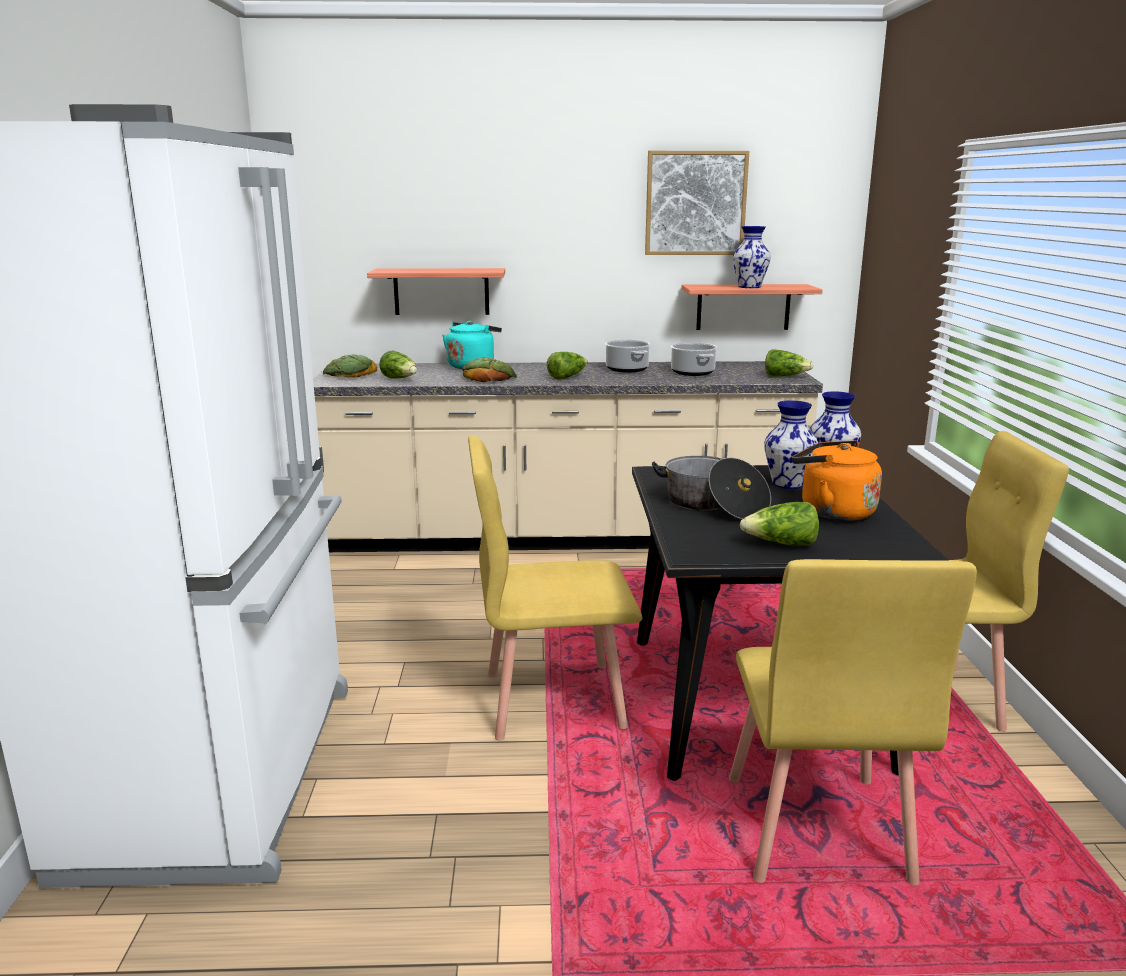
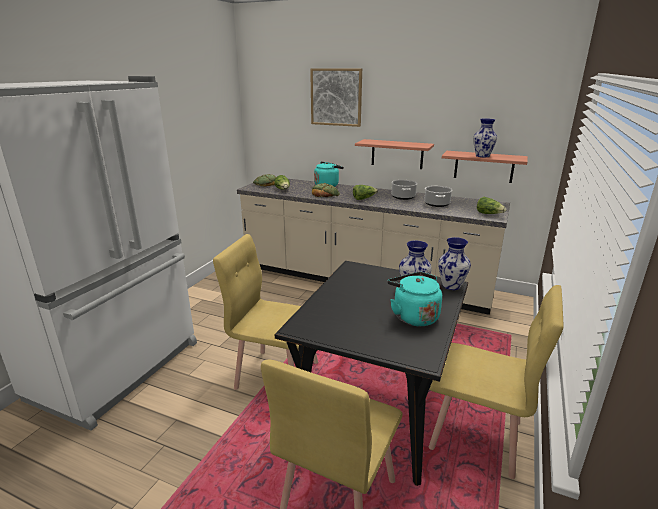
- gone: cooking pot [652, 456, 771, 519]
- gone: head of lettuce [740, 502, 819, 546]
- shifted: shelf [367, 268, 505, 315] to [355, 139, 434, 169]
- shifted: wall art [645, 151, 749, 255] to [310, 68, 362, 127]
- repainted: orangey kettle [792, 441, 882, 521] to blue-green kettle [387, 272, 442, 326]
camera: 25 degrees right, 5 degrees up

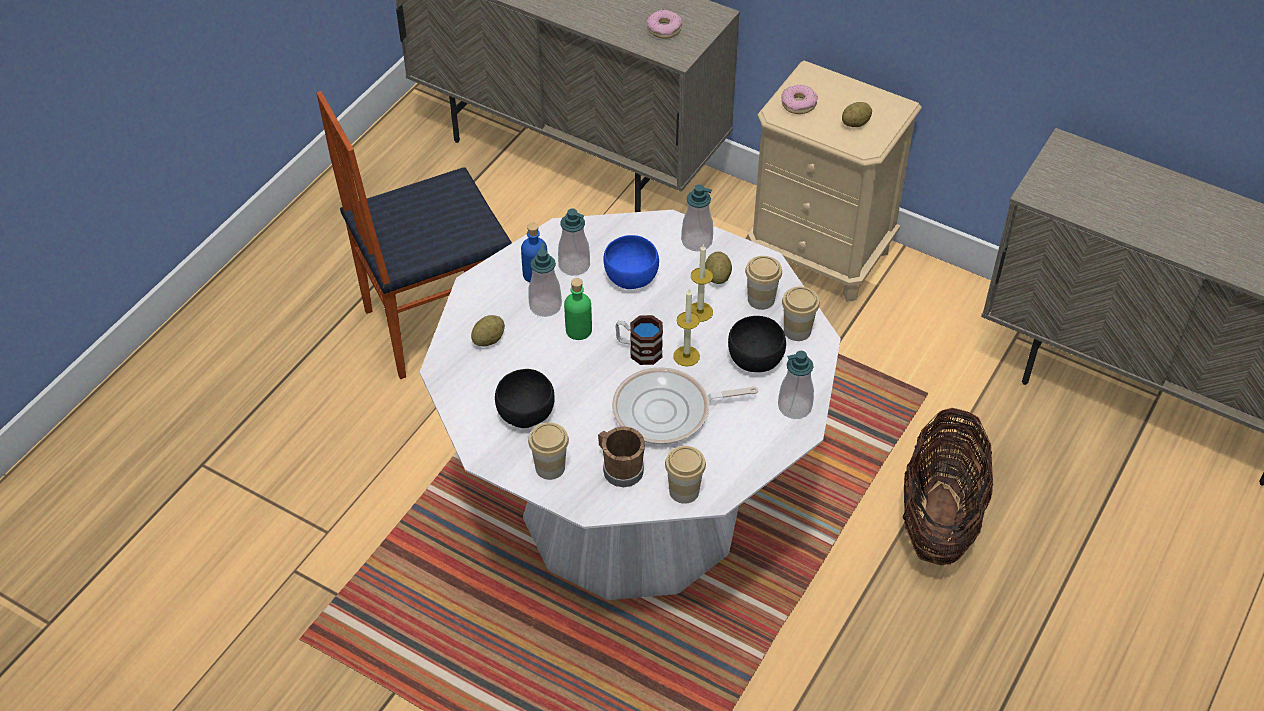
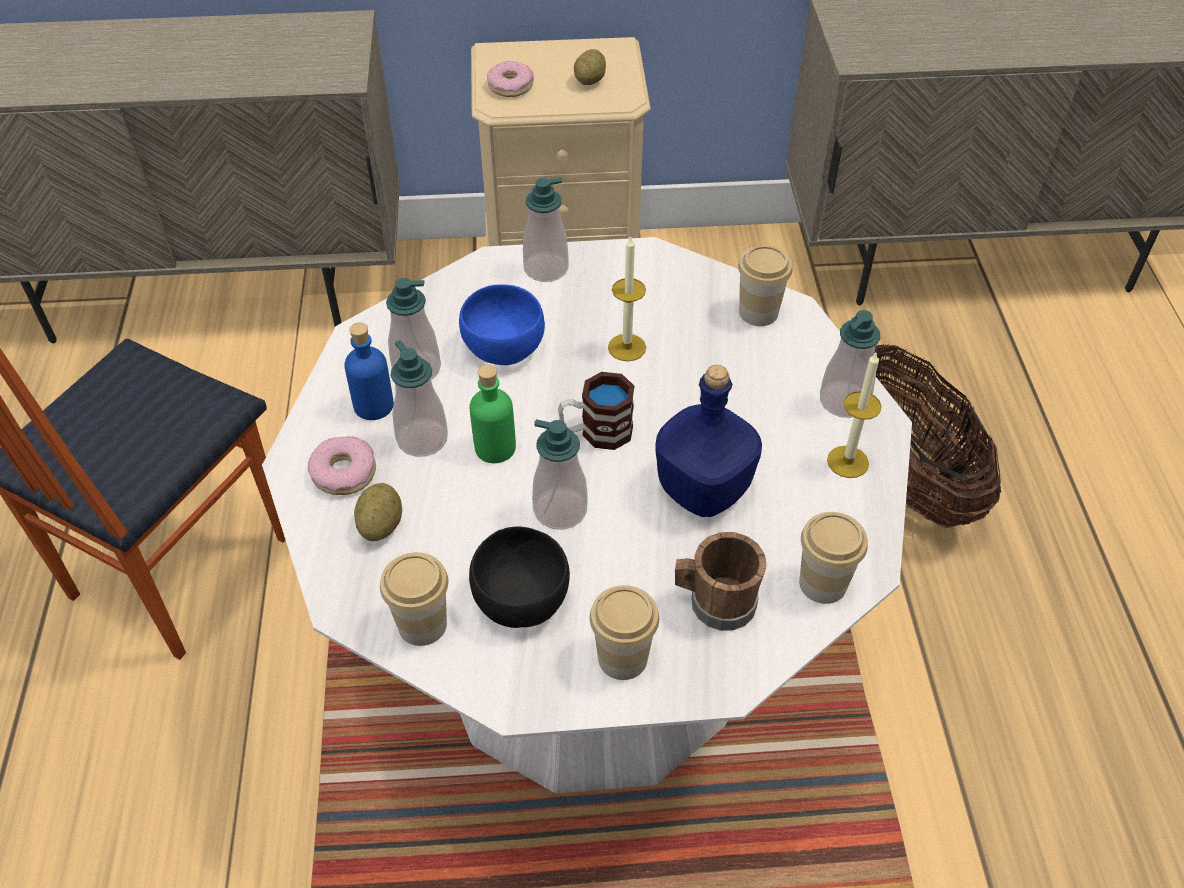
- gone: whole potato [705, 251, 732, 284]
- gone: blackish deep dish [728, 316, 786, 372]
- new: soap bottle [532, 419, 587, 530]
- shifted: donut [647, 10, 682, 39] to [308, 436, 376, 495]
- shifted: wax light [673, 288, 700, 366] to [827, 351, 882, 478]
- shifted: cup [745, 256, 782, 310] to [380, 552, 449, 646]
- swapped: skillet [612, 367, 758, 445] to blue bottle [655, 365, 762, 517]
camera: 35 degrees left, 0 degrees up

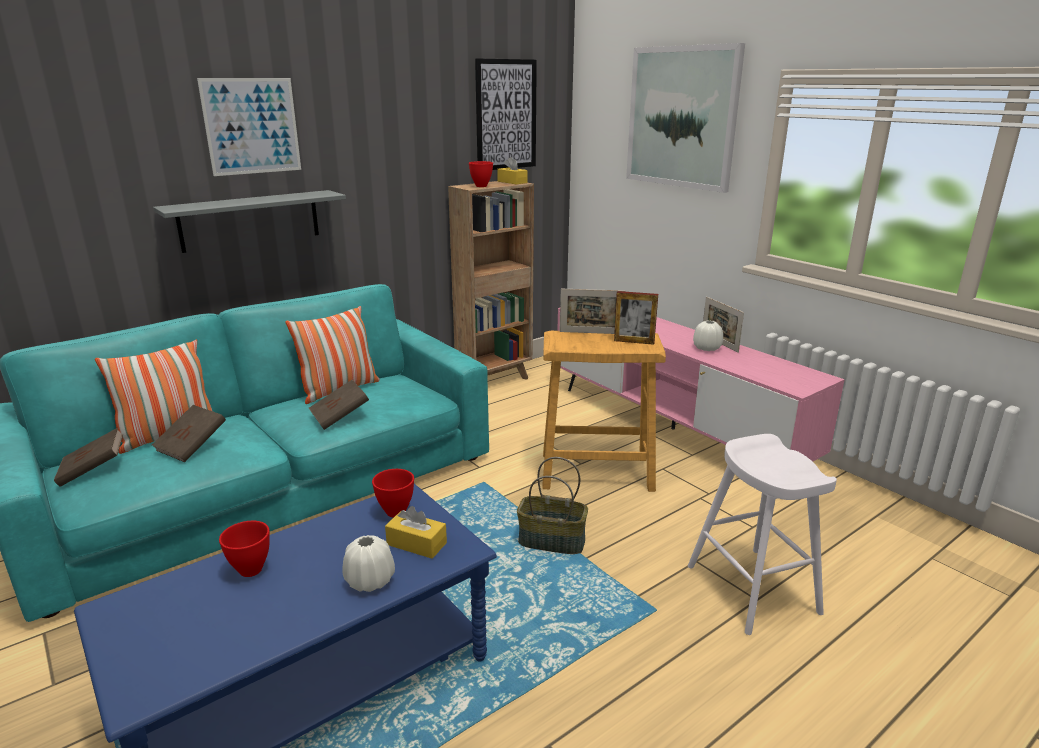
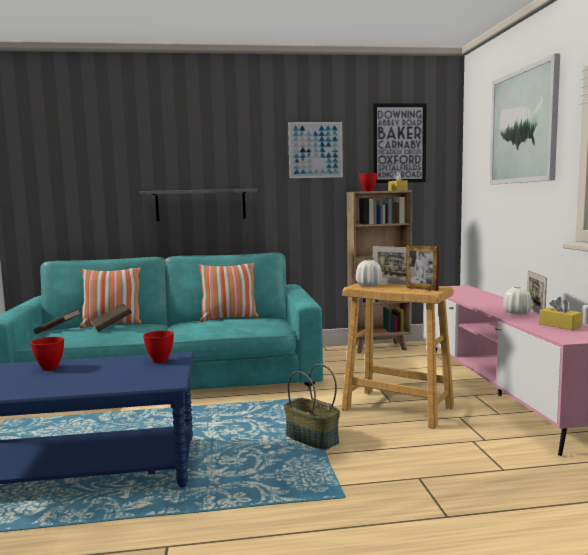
- gone: brown book [309, 380, 369, 430]
- gone: white-coloured stool [688, 434, 837, 635]
- shifted: wall art [197, 78, 301, 176] to [288, 122, 343, 178]
- shifted: white-coloured flower vase [342, 535, 395, 592] to [356, 260, 382, 286]
- shifted: yellowish tissue holder [385, 506, 447, 559] to [539, 297, 583, 330]
camera: 30 degrees right, 15 degrees down

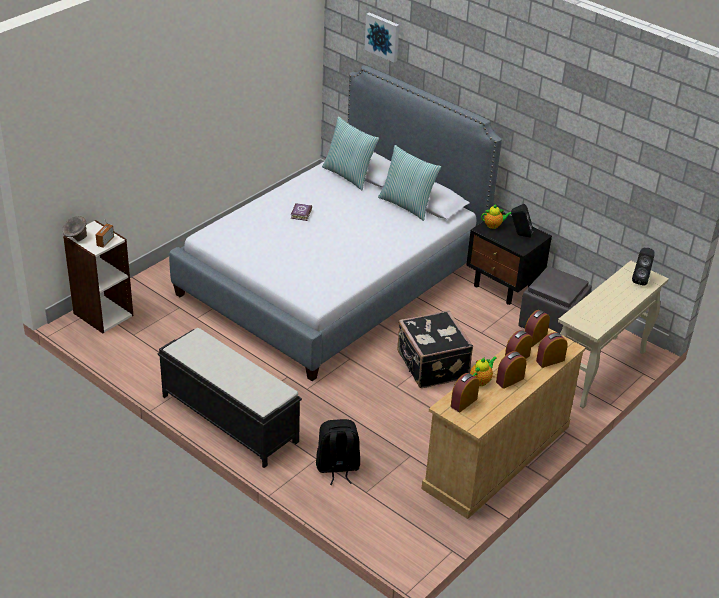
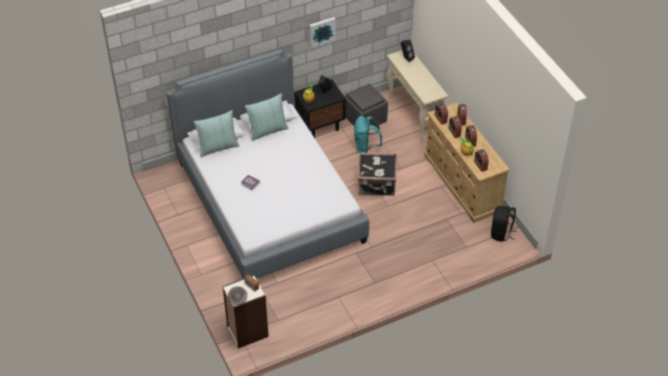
- gone: blackish indoor bench [158, 328, 302, 468]
- new: blue-green knapsack [354, 116, 382, 153]
- shifted: blackish knapsack [316, 419, 360, 485] to [491, 206, 517, 242]
- shifted: wall art [364, 12, 399, 62] to [310, 17, 336, 47]
camera: 65 degrees left, 10 degrees up

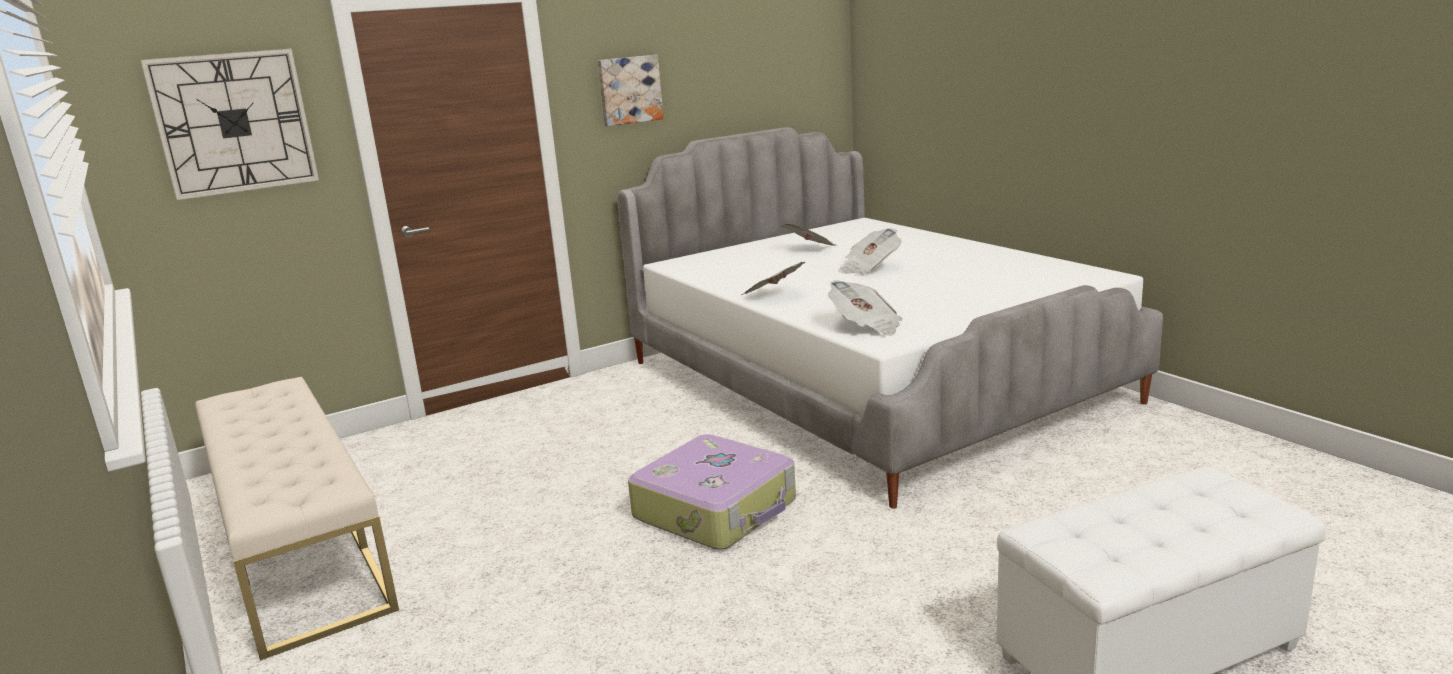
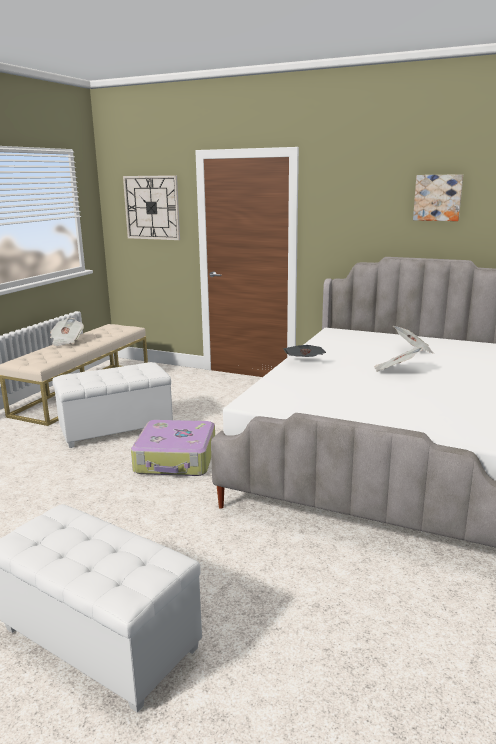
- new: white-coloured footrest [52, 362, 173, 448]
- shifted: wall art [598, 55, 664, 126] to [413, 174, 463, 221]
- shifted: printed paper [828, 280, 903, 336] to [50, 318, 84, 346]
camera: 55 degrees right, 0 degrees up

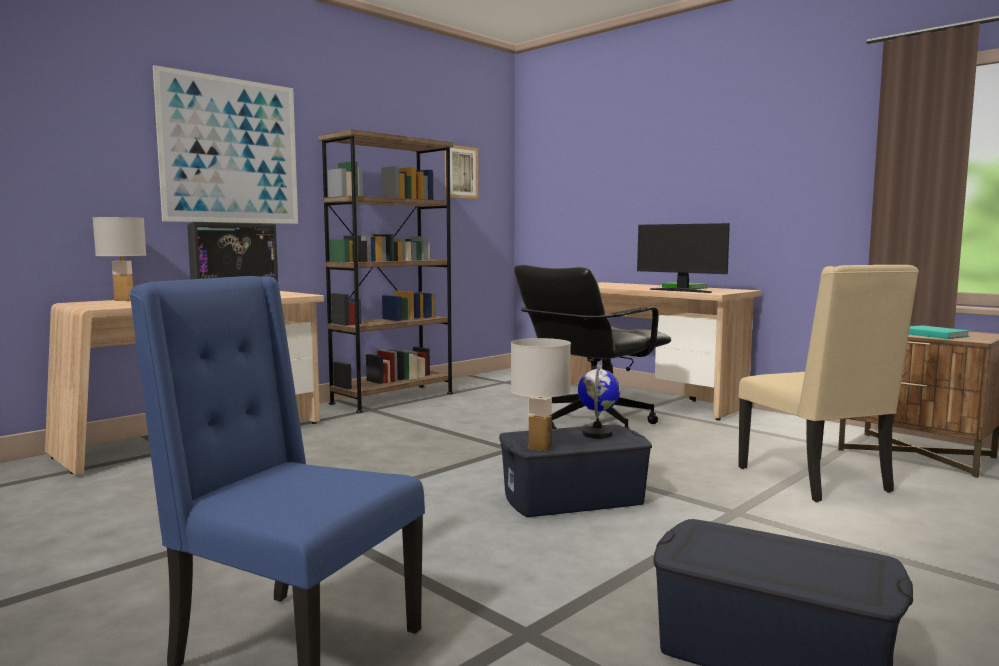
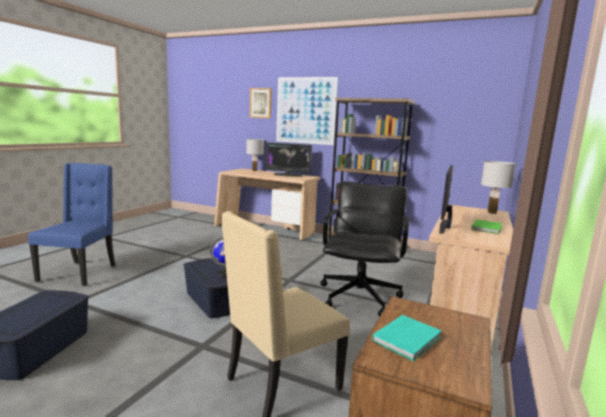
- shifted: wall art [445, 145, 478, 199] to [250, 88, 272, 118]
- shifted: white-coloured table lamp [511, 338, 571, 451] to [481, 161, 515, 214]
- rotated: blackish computer chair [514, 265, 671, 429] = [320, 181, 409, 316] 75 degrees clockwise
camera: 70 degrees right, 5 degrees up

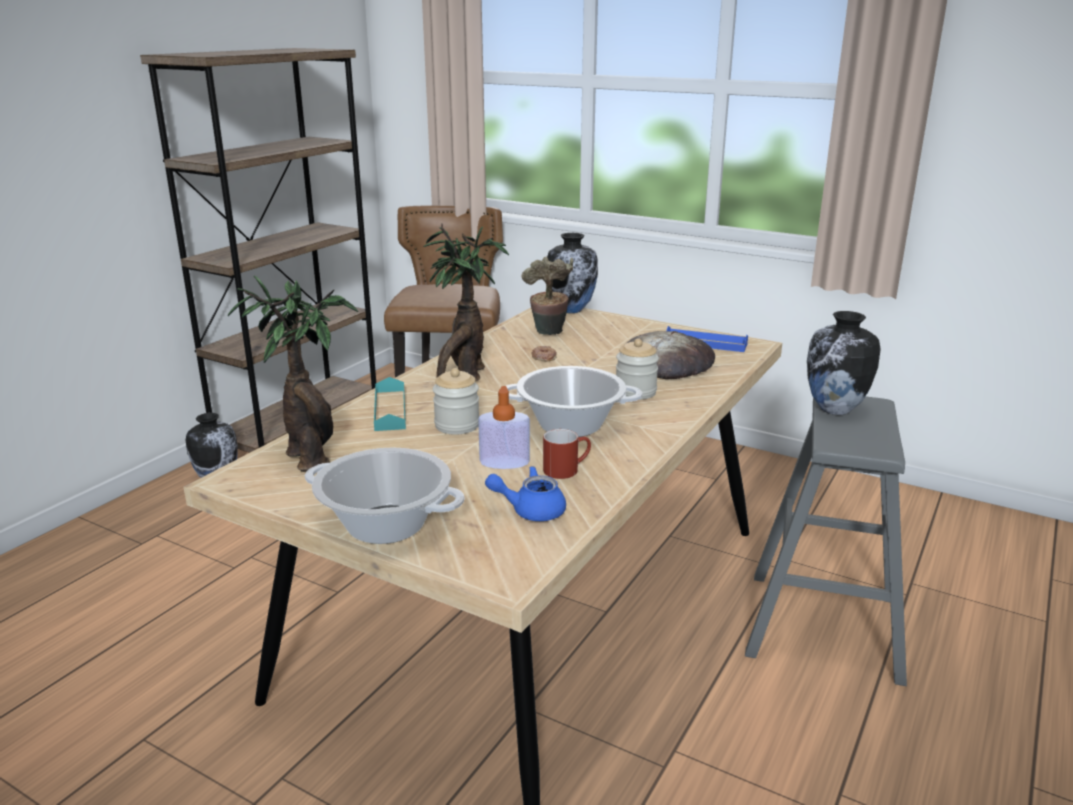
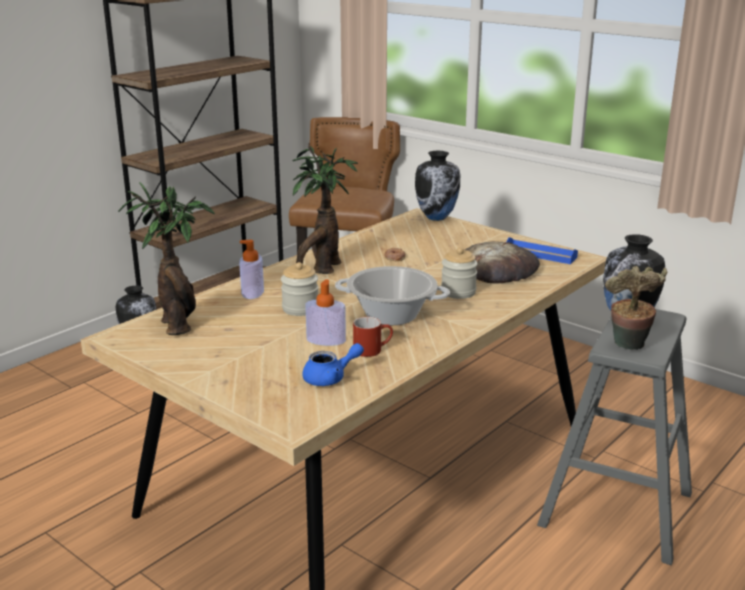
- gone: cooking pot [305, 448, 465, 544]
- shifted: potted plant [521, 257, 573, 335] to [605, 266, 667, 350]
- swapped: blue-green serving tray [374, 377, 406, 431] to soap bottle [239, 240, 264, 299]
- rotated: blue pot for tea [485, 466, 566, 521] = [303, 343, 364, 386] 150 degrees clockwise
camera: 10 degrees right, 0 degrees up

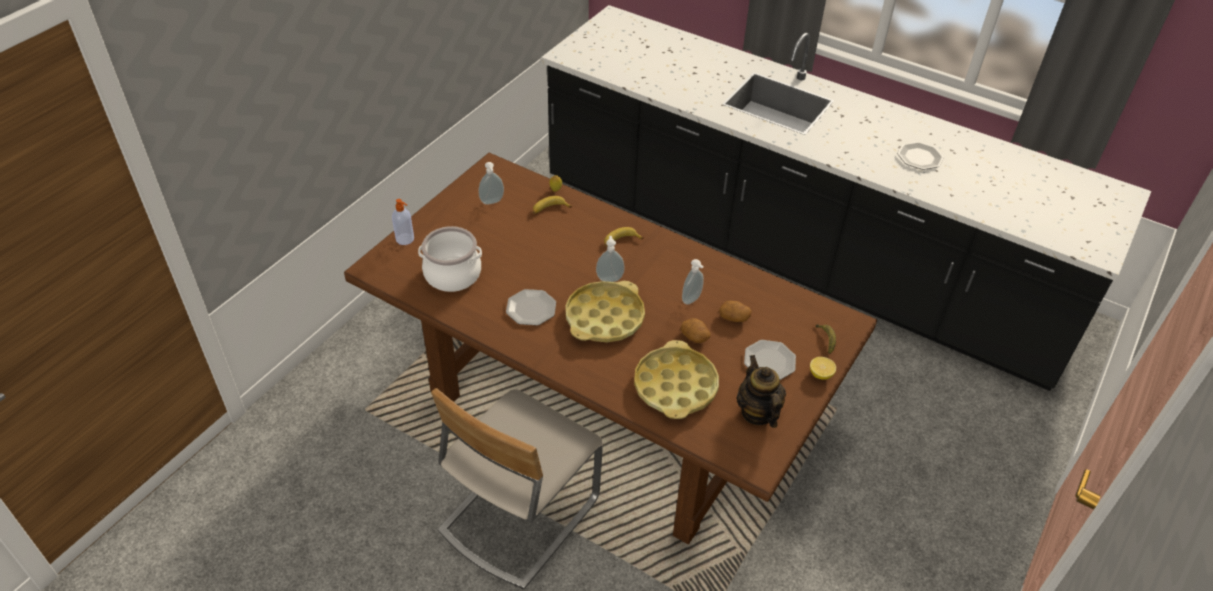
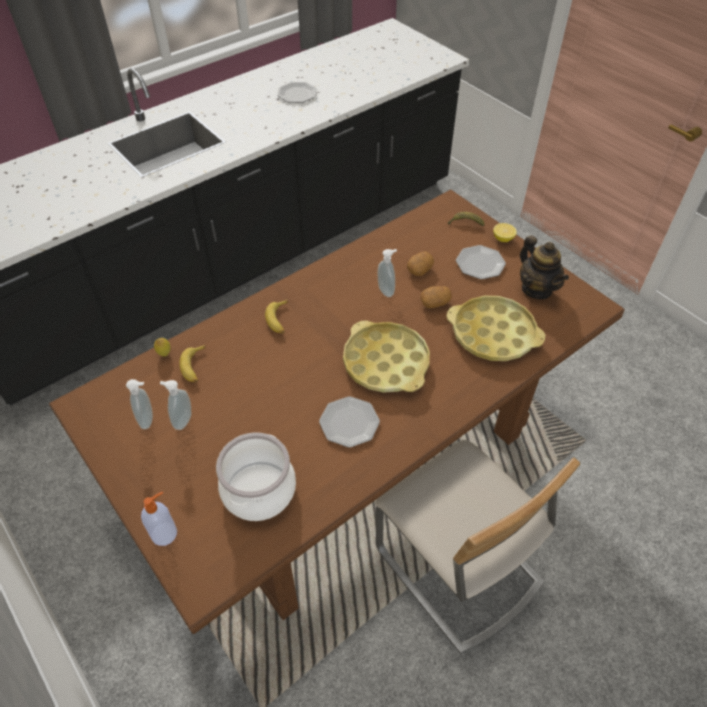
- shifted: soap bottle [596, 236, 625, 282] to [160, 380, 191, 430]
- rotated: pot for tea [737, 355, 786, 428] = [520, 235, 569, 299] 120 degrees counterclockwise
camera: 70 degrees left, 5 degrees up

